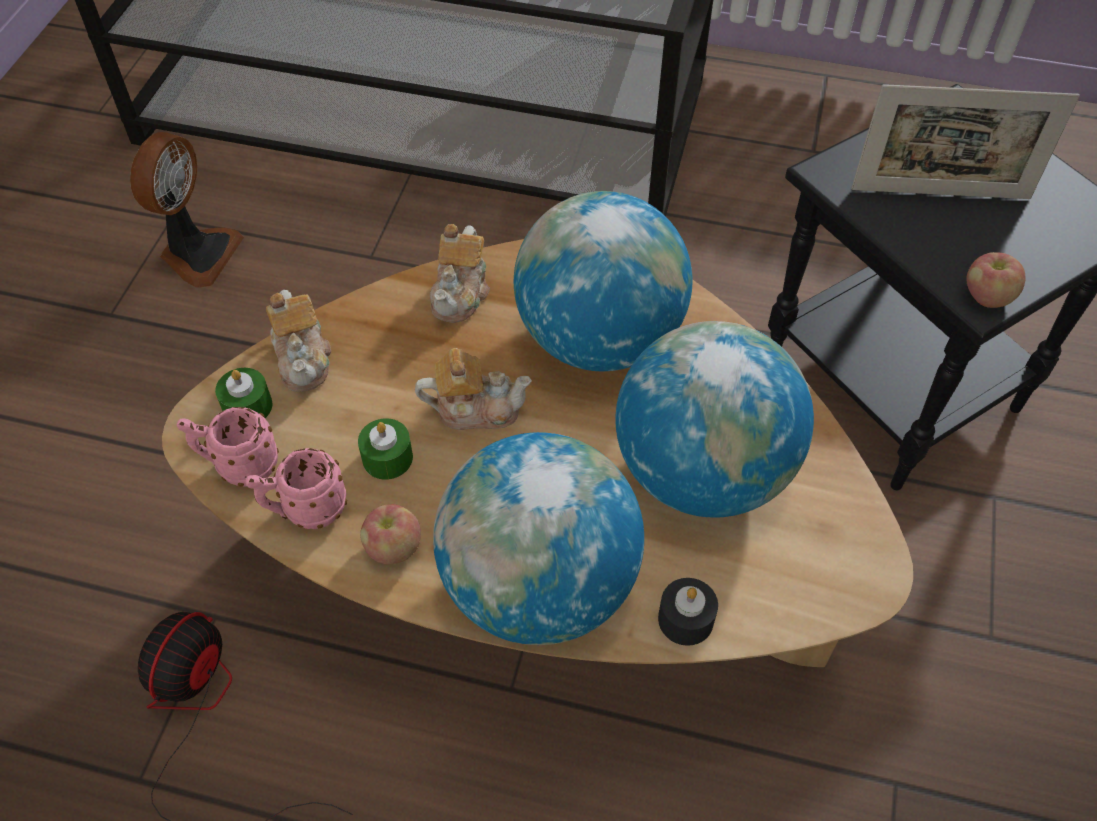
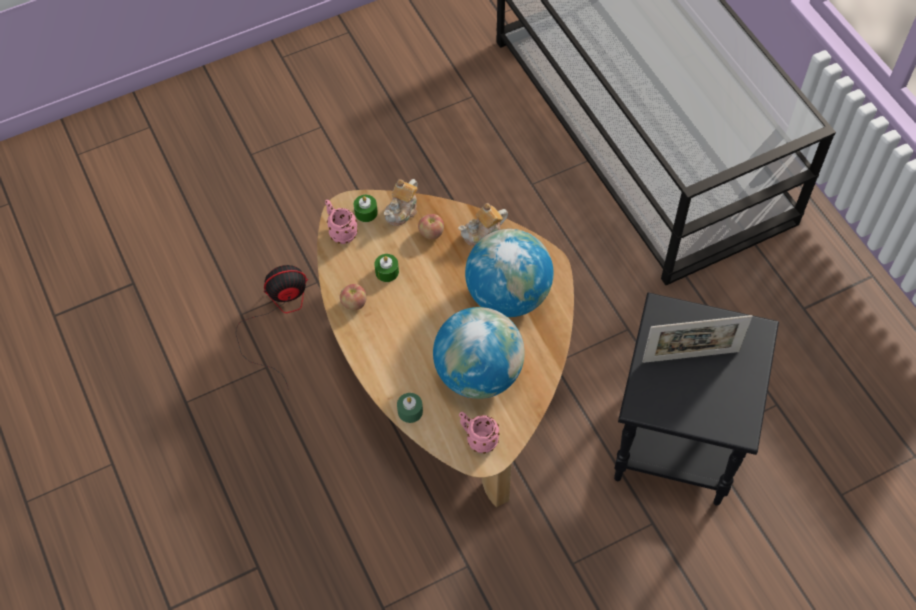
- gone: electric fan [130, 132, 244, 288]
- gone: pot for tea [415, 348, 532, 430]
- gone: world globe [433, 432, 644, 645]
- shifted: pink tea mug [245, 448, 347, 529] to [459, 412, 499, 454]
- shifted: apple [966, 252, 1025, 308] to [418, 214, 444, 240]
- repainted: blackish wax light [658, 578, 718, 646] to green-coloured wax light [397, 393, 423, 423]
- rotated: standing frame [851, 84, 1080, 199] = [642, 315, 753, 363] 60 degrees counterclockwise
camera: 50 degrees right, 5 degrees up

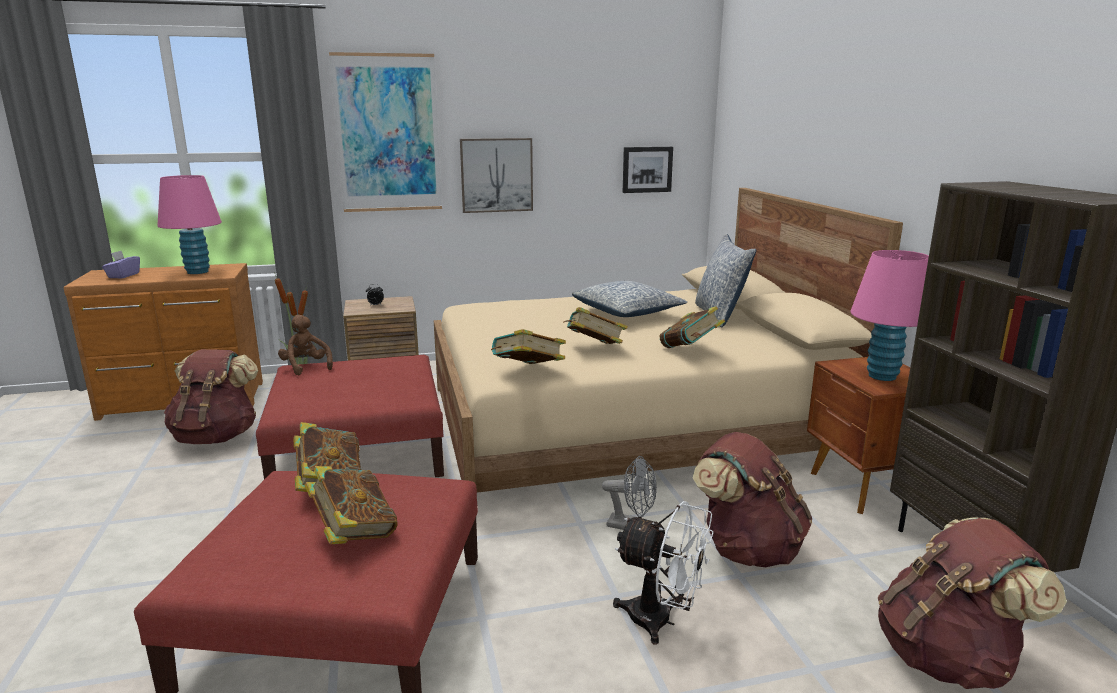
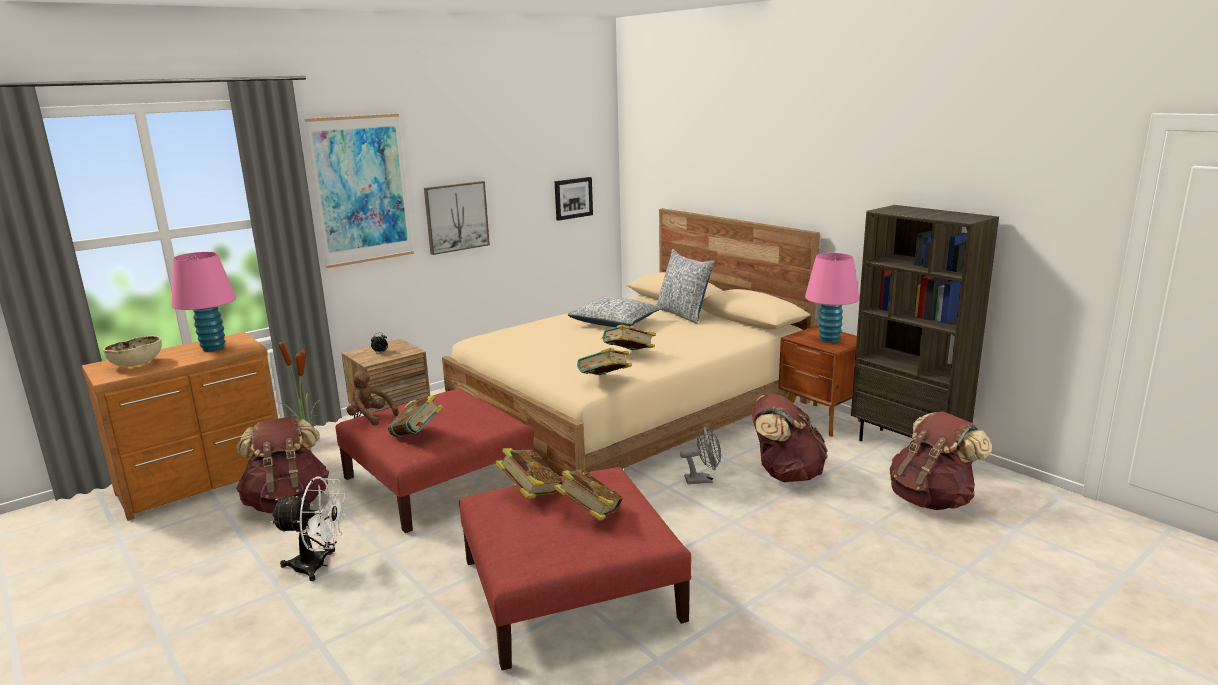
- shifted: white-coloured electric fan [613, 501, 714, 645] to [271, 477, 346, 581]
- shifted: book [660, 306, 725, 348] to [388, 395, 444, 438]
- swapped: purple-coloured tissue holder [102, 251, 140, 278] to beige deep dish [103, 336, 162, 367]
camera: 25 degrees left, 0 degrees up

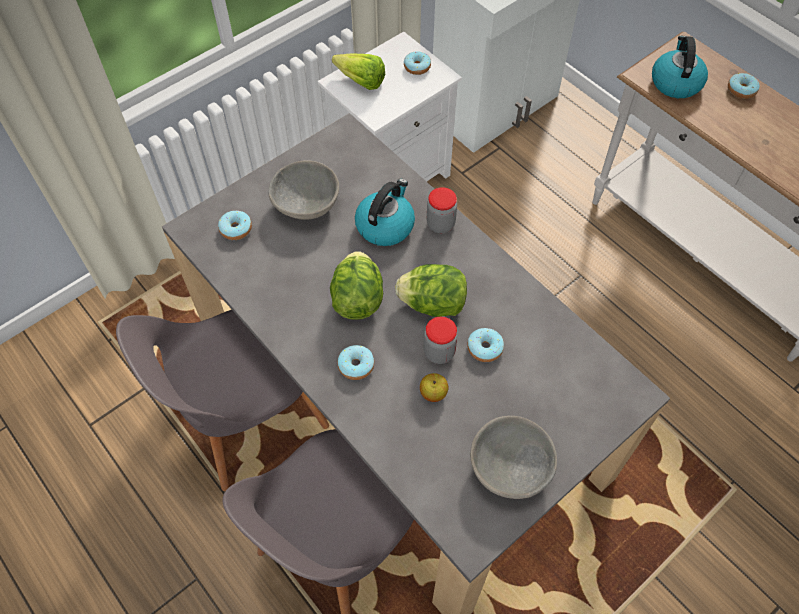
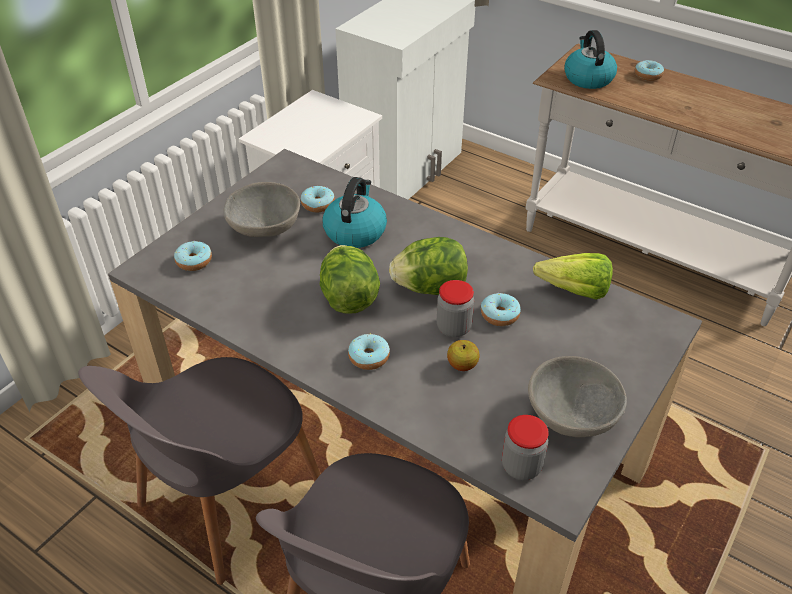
- shifted: head of lettuce [332, 54, 385, 90] to [533, 253, 613, 300]
- shifted: donut [404, 51, 431, 75] to [301, 186, 335, 212]
- shifted: jar [427, 187, 457, 233] to [502, 415, 549, 480]
camera: 15 degrees left, 15 degrees down

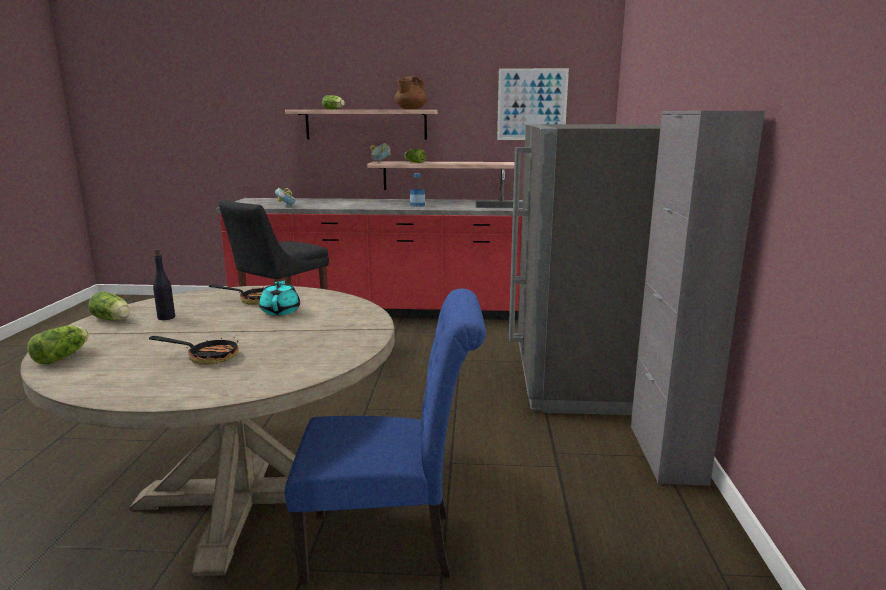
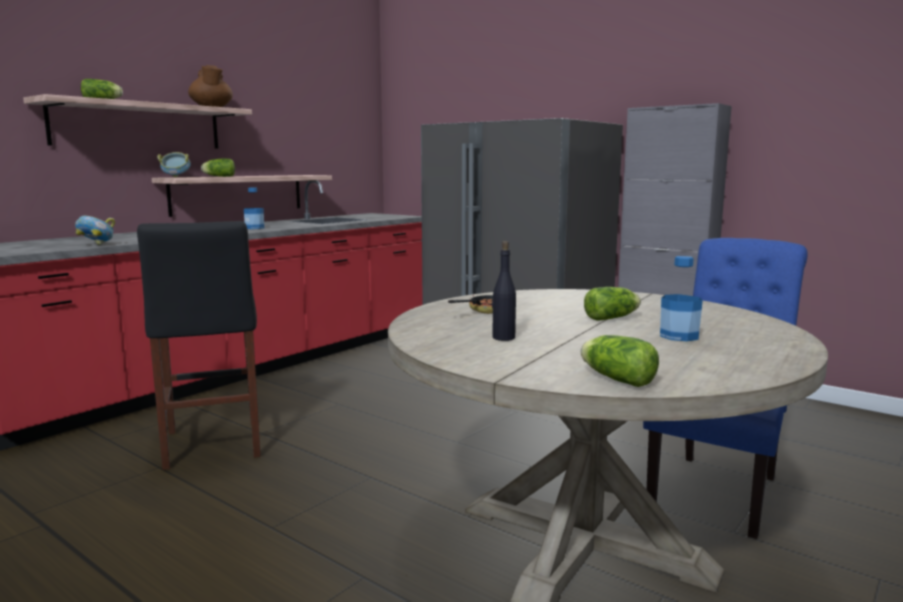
- gone: blue-green pot for tea [259, 279, 300, 316]
- gone: wall art [497, 68, 569, 140]
- shifted: head of lettuce [88, 292, 130, 320] to [584, 287, 641, 321]
- swapped: skillet [149, 336, 239, 365] to bottle [660, 256, 703, 341]
camera: 55 degrees left, 5 degrees down

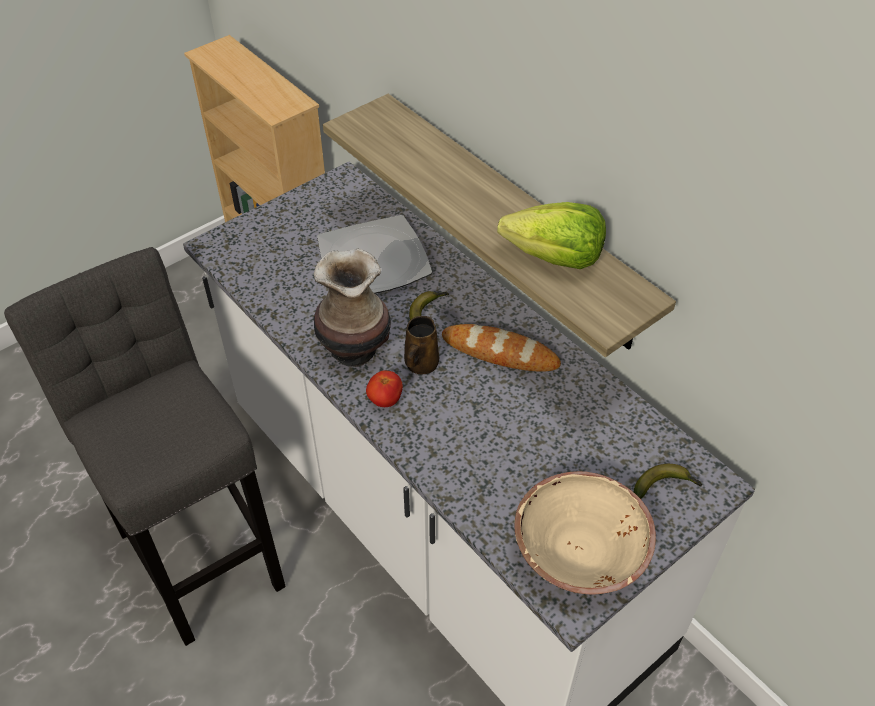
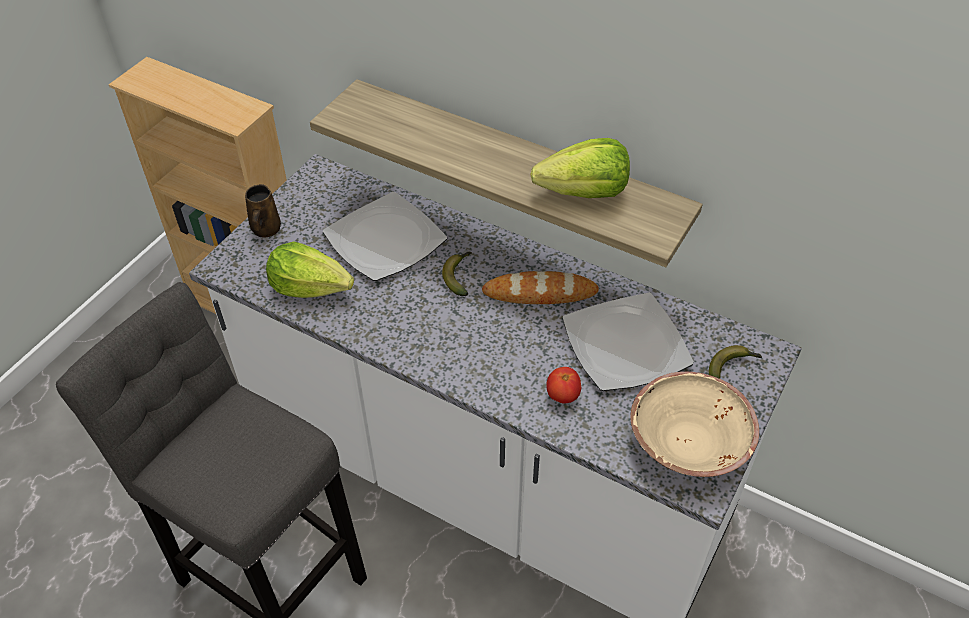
- gone: flower vase [314, 248, 391, 367]
- new: head of lettuce [266, 242, 354, 298]
- new: plate [562, 293, 694, 391]
- shifted: tomato [366, 370, 403, 407] to [546, 367, 581, 403]
- shifted: brown tea mug [404, 316, 439, 374] to [245, 184, 281, 237]
camera: 20 degrees left, 0 degrees up

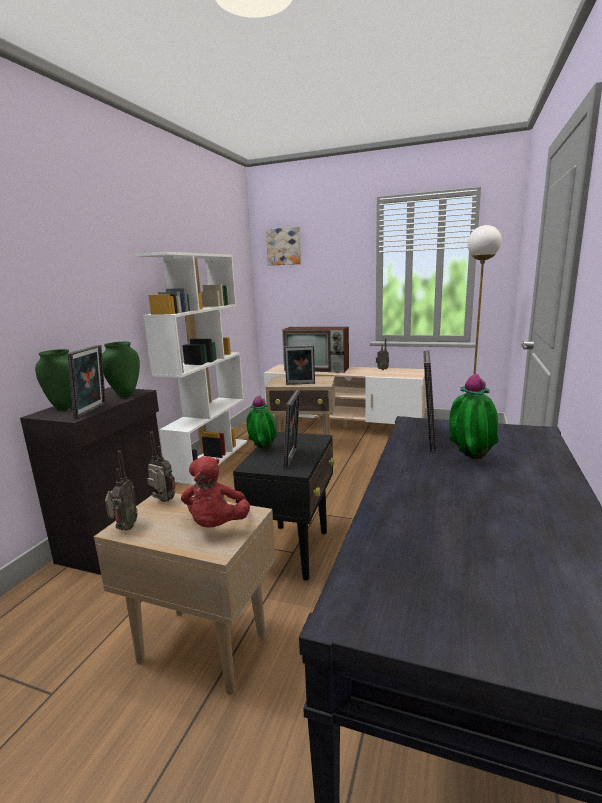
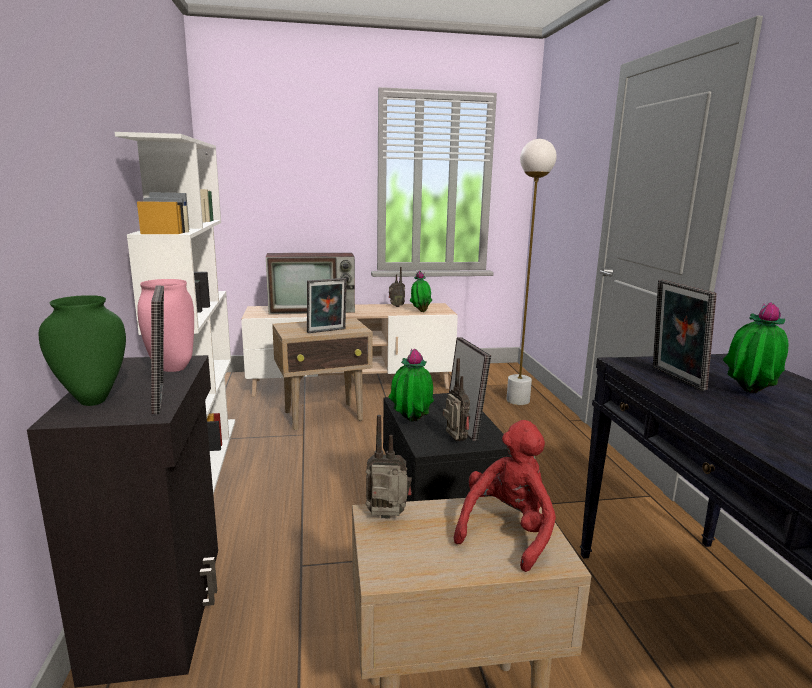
- gone: wall art [266, 227, 301, 266]
- new: potted plant [410, 271, 432, 312]
- shifted: radio set [105, 451, 138, 531] to [443, 358, 470, 441]
- repainted: green-coloured flower vase [102, 342, 140, 397] to pink flower vase [137, 279, 194, 372]
- rotated: reddish plush toy [181, 456, 250, 528] = [454, 420, 556, 572] 120 degrees counterclockwise
camera: 30 degrees left, 0 degrees up

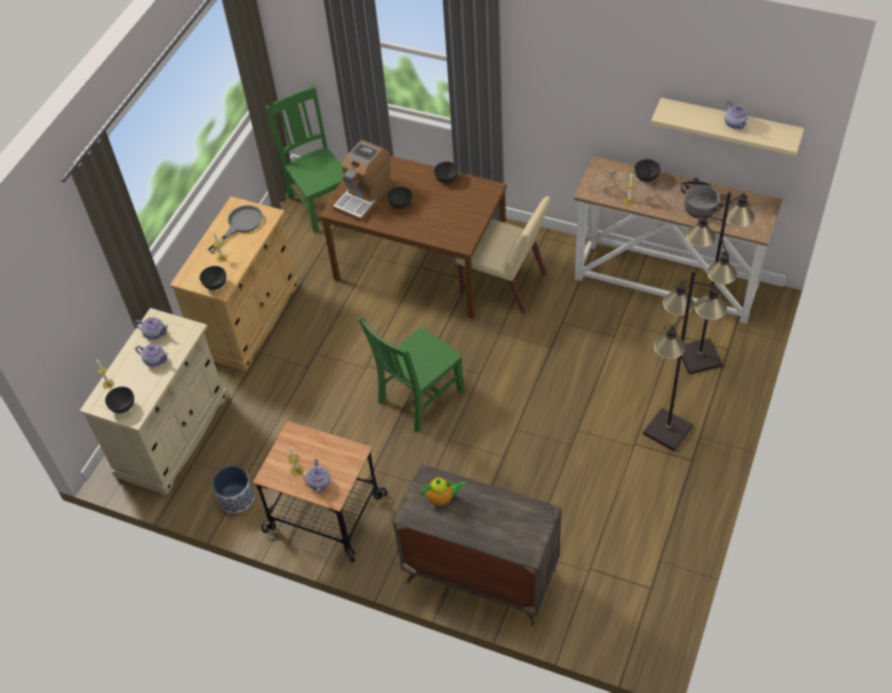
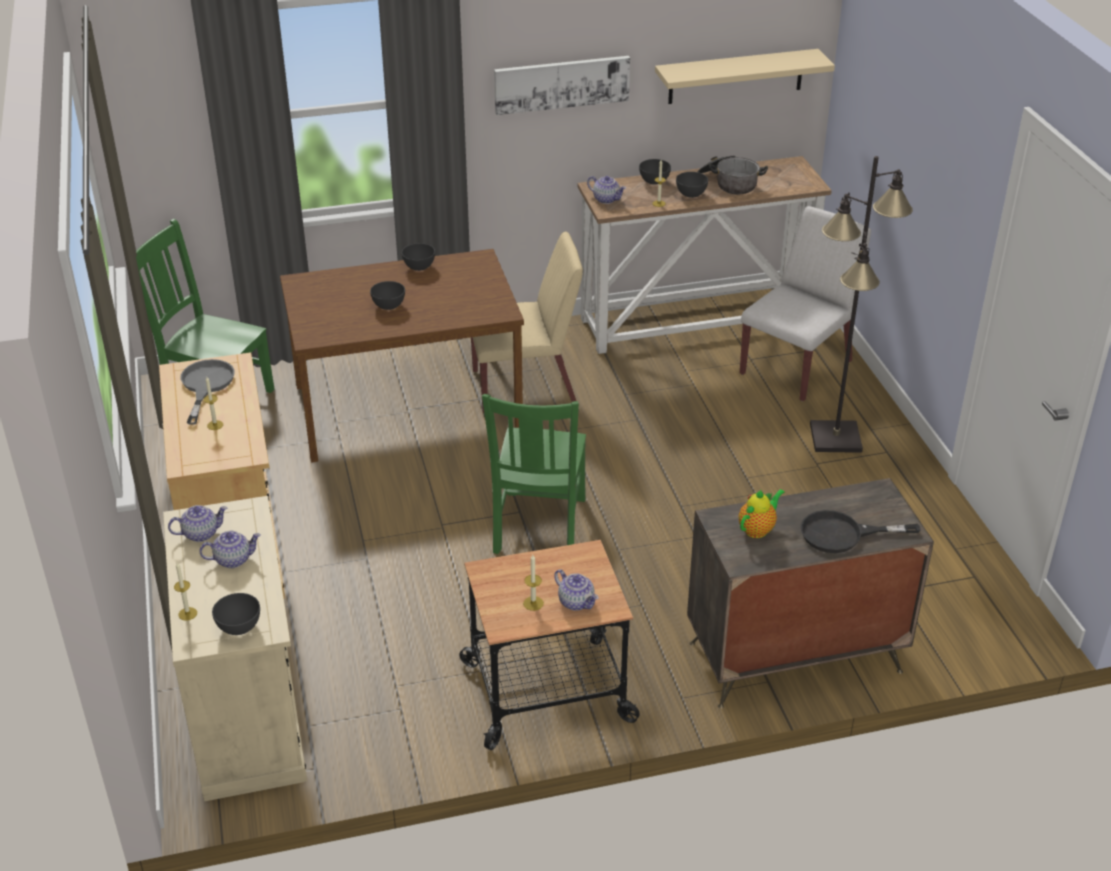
- gone: planter [212, 466, 255, 513]
- gone: coffee brewer [333, 140, 393, 222]
- new: wall art [494, 56, 630, 115]
- new: blackish skillet [801, 510, 921, 553]
- shifted: grey deep dish [200, 266, 226, 290] to [676, 172, 708, 198]
- shifted: pot for tea [725, 101, 748, 129] to [587, 176, 626, 204]
- swapped: blackish floor lamp [681, 191, 755, 374] to white-coloured upright chair [740, 206, 871, 401]
camera: 40 degrees left, 15 degrees down

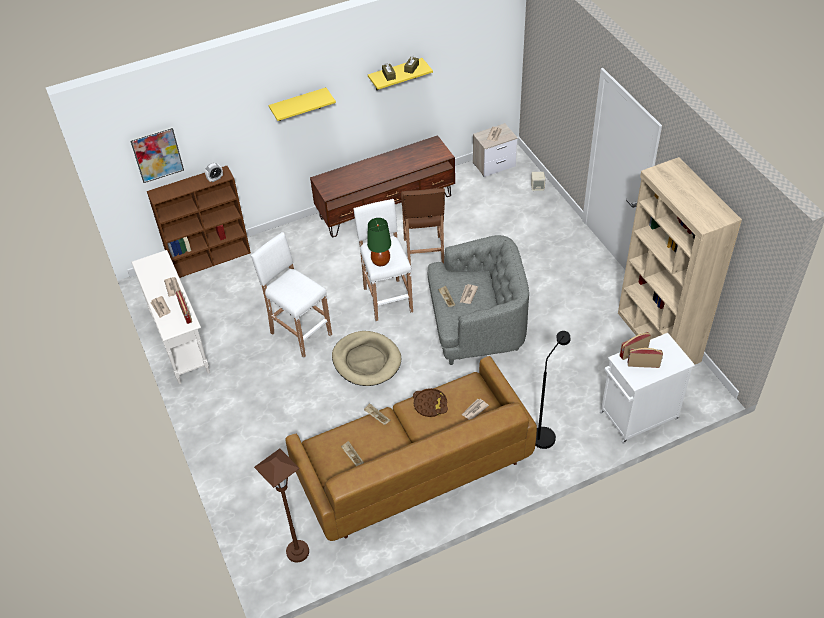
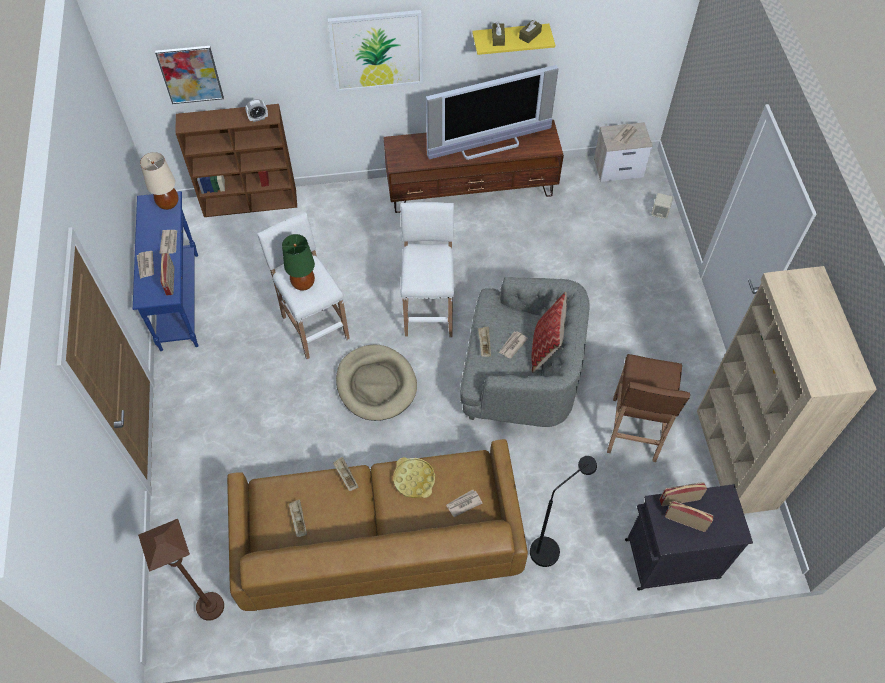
- new: beige table lamp [140, 152, 178, 210]
- new: TV [426, 65, 558, 160]
- new: throw pillow [532, 292, 567, 373]
- shifted: green-coloured table lamp [367, 218, 391, 266] to [282, 234, 315, 291]
- shifted: brown stool [401, 188, 445, 265] to [607, 354, 690, 462]
- swapped: yellowish shelf [269, 88, 336, 121] to wall art [328, 10, 423, 92]
- repainted: white-coloured console table [131, 250, 210, 384] to blue console table [133, 191, 198, 351]
- repainted: brown serving tray [413, 388, 448, 417] to yellowish serving tray [393, 457, 435, 498]
- repainted: white-coloured storage cabinet [600, 333, 695, 444] to blackish storage cabinet [625, 484, 753, 591]
camera: 15 degrees right, 10 degrees up

